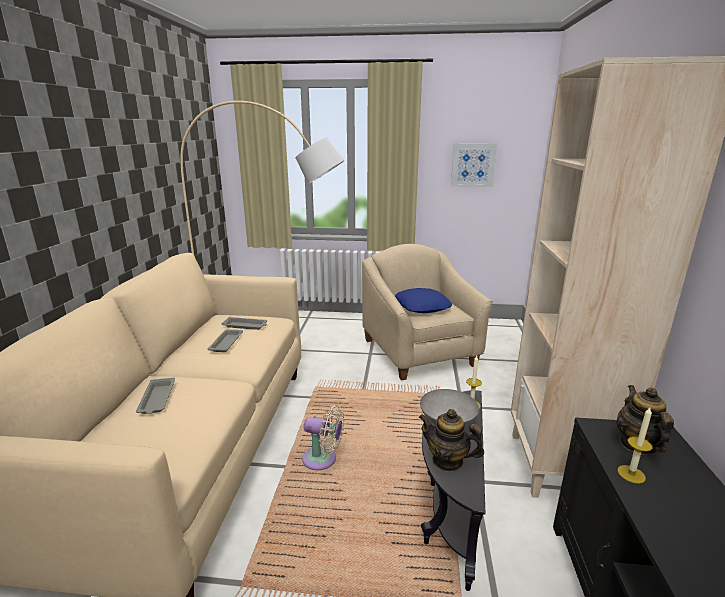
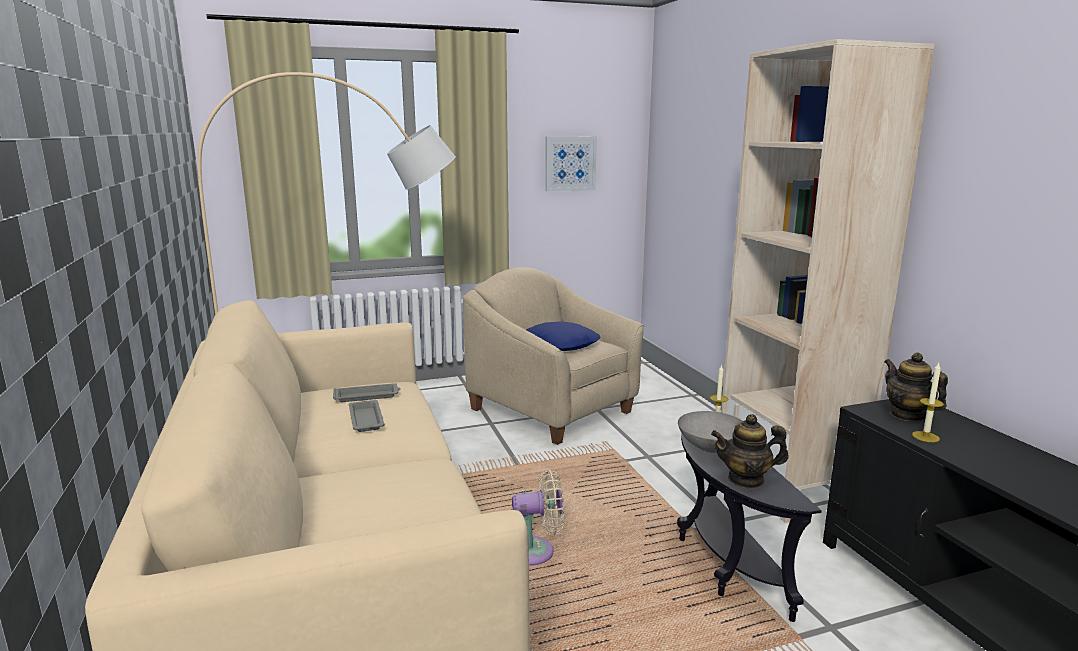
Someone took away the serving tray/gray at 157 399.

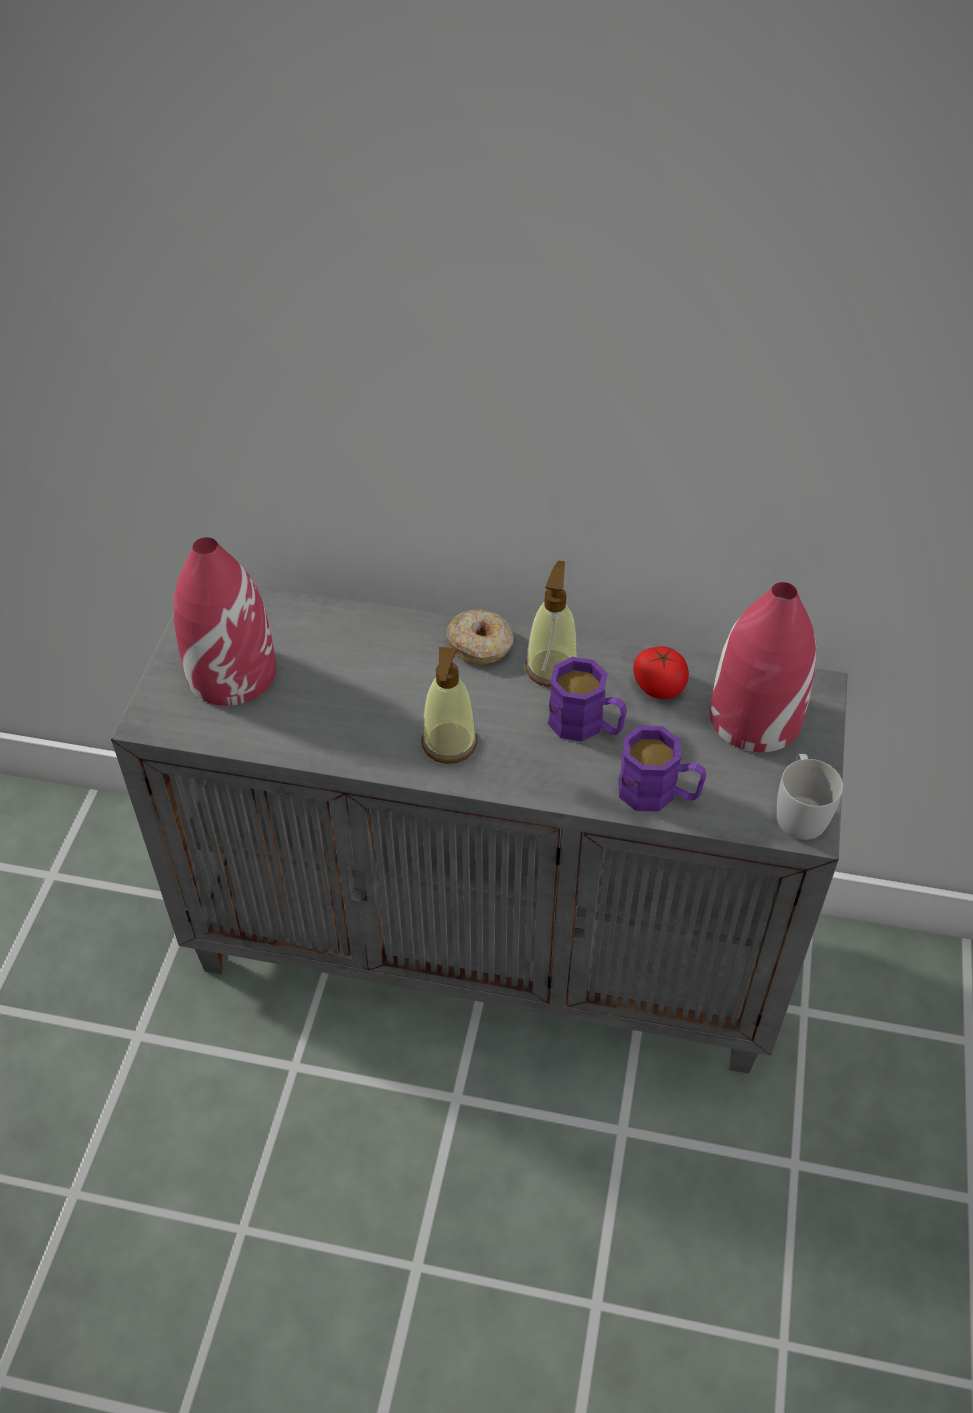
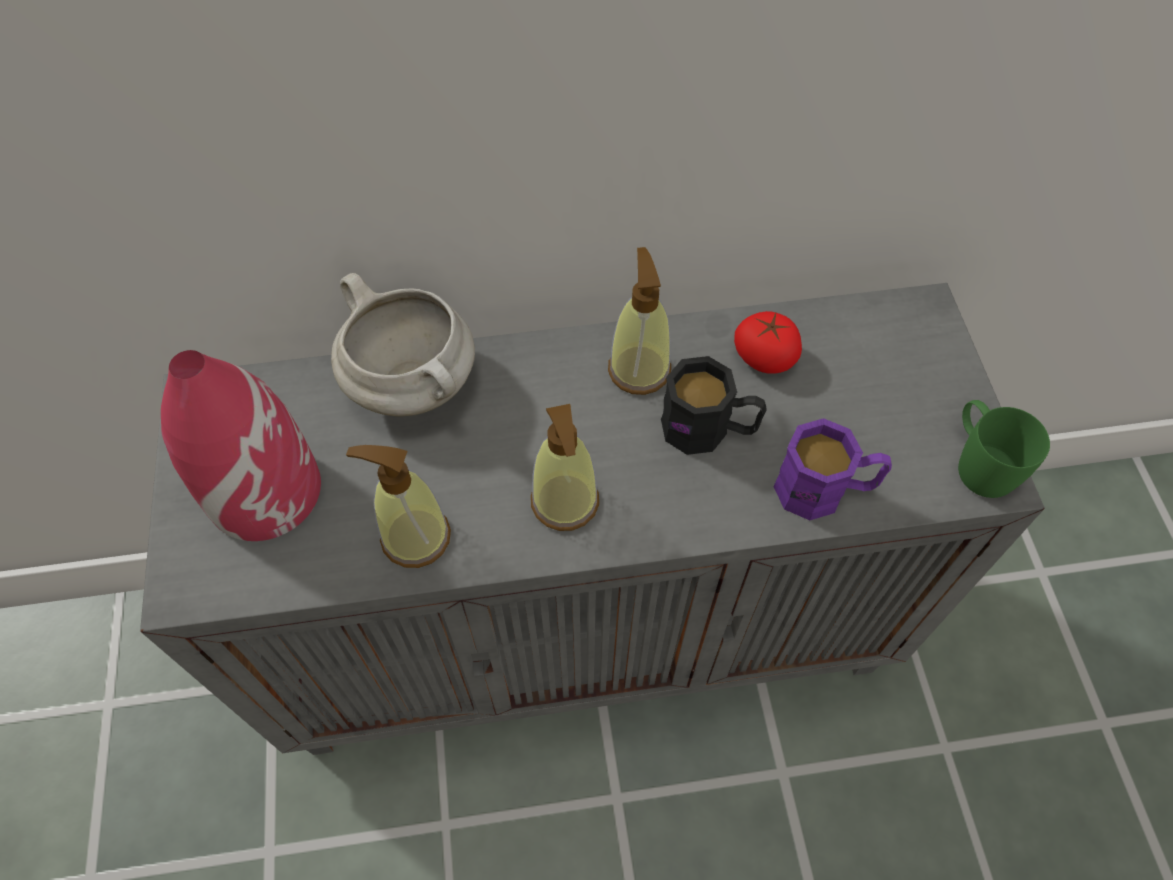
Someone took away the decorative vase/reddish at 754 718. Someone took away the donut at 481 645. Someone repainted the mug/purplish at 586 725, which became the mug/black at 708 429. Someone repainted the mug/white-coloured at 799 811, which became the mug/green-coloured at 979 462. Someone put down the cooking pot/white-coloured at 415 384. Someone put down the liquid soap bottle at 415 537.

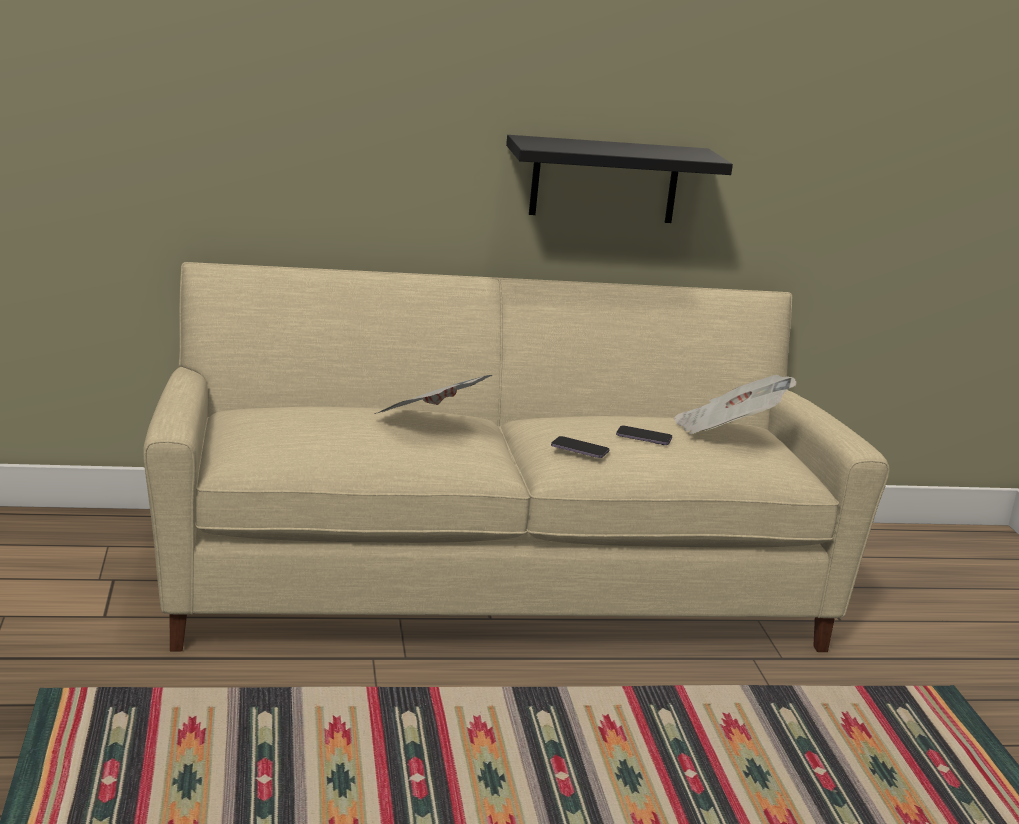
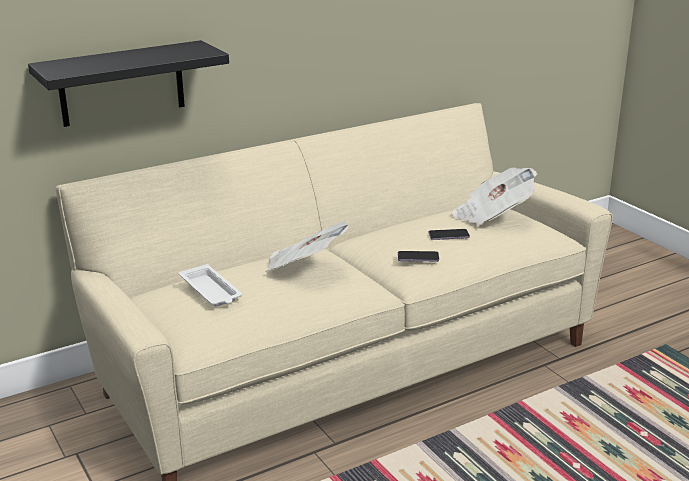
Someone carried the wall shelf/black from 604 180 to 122 84. Someone put down the serving tray/white-coloured at 211 291.

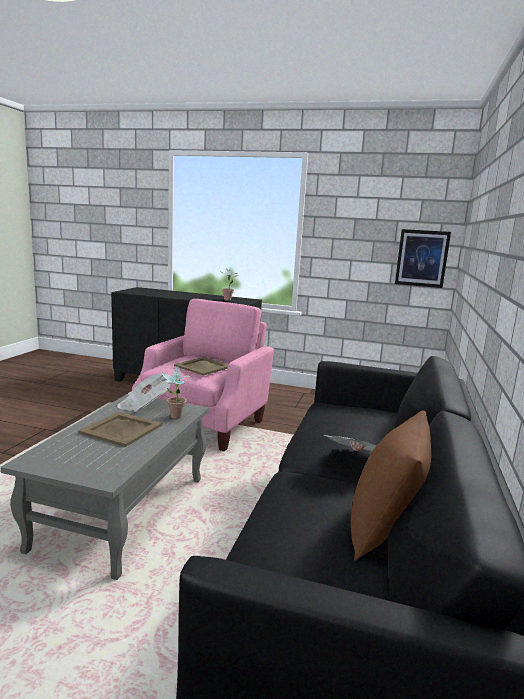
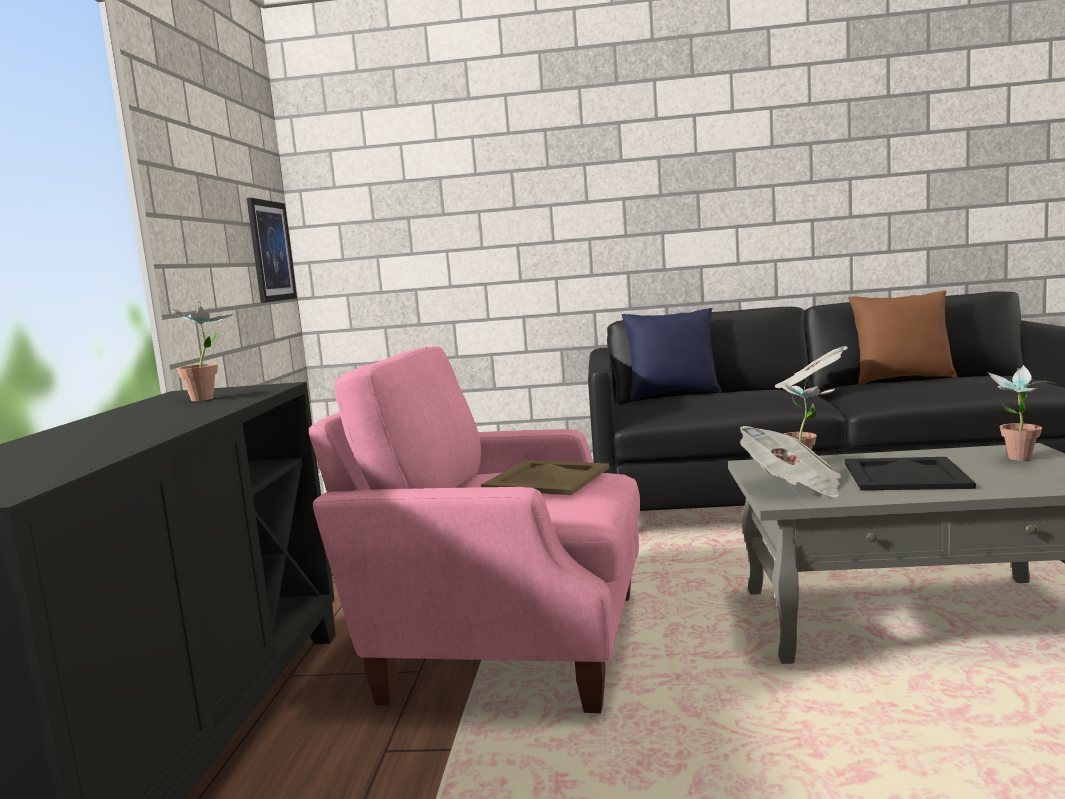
Someone repainted the serving tray/sand-coloured at 121 429, which became the serving tray/black at 906 475. Someone put down the cushion/blue at 673 395. Someone put down the plant in a pot at 1017 460.

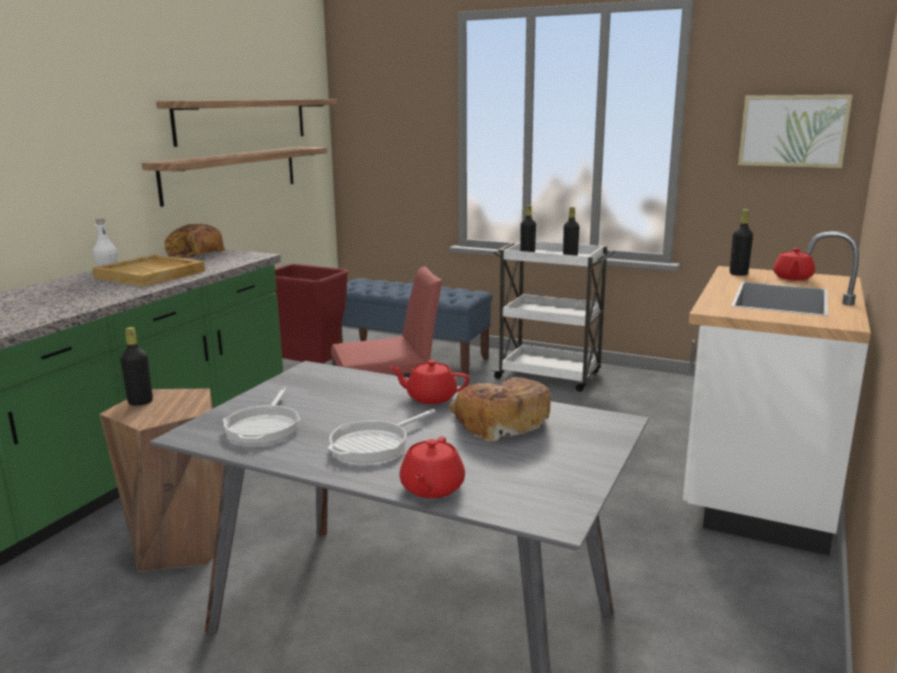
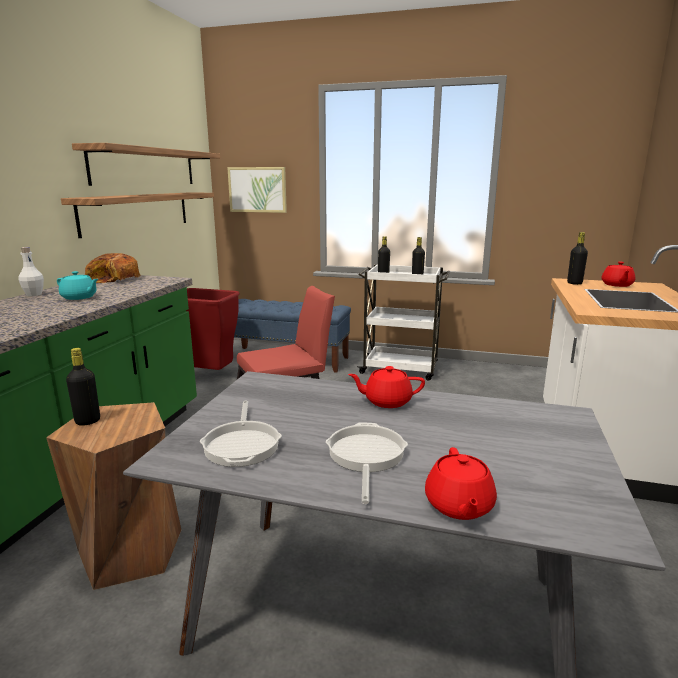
Someone carried the picture from 793 131 to 257 189. Someone swapped the serving tray/sand-coloured at 151 274 for the pot for tea/turquoise-coloured at 79 297. Someone took away the bread at 500 423. Someone rotated the pan at 374 444 by 150 degrees clockwise.

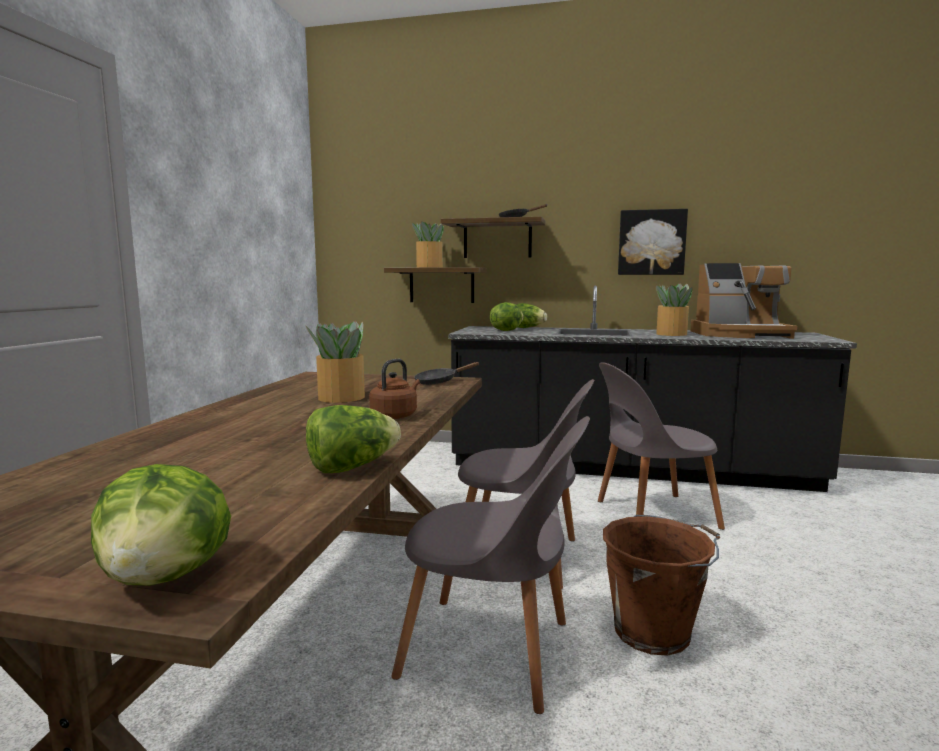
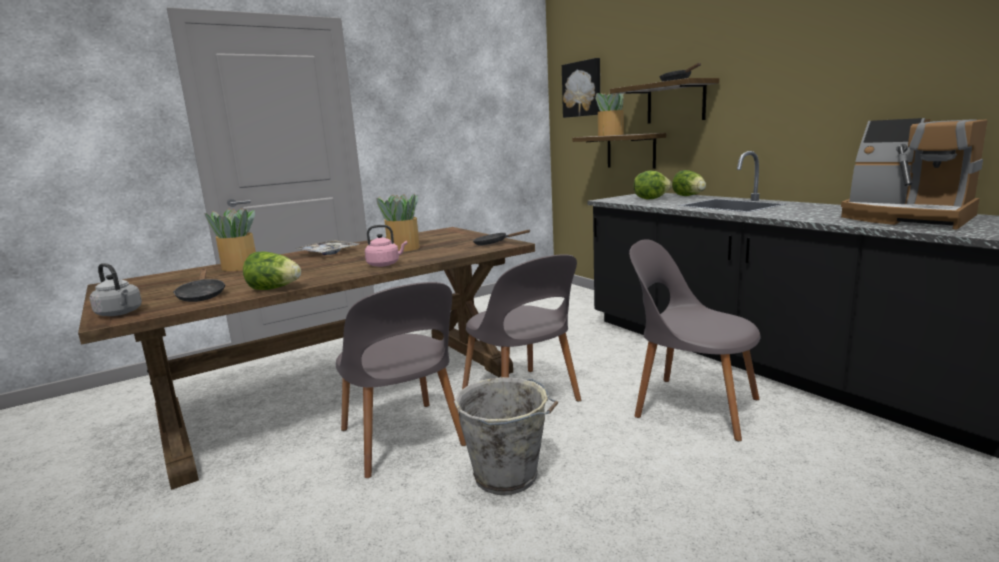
Someone carried the picture from 651 242 to 582 89. Someone carried the plant in a pot from 670 334 to 239 267. Someone repainted the kettle/brown-coloured at 395 415, which became the kettle/pink at 385 264. Someone swapped the head of lettuce at 167 576 for the kettle/gray at 120 313. Someone repainted the water bucket/brown-coloured at 655 631, which became the water bucket/gray at 508 476. Someone put down the serving tray at 328 253. Someone put down the pan/black at 201 295.

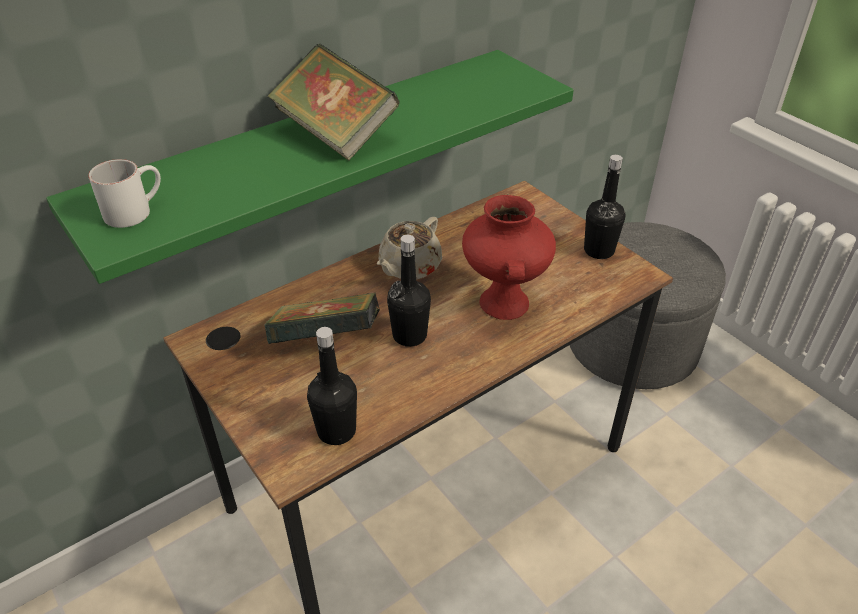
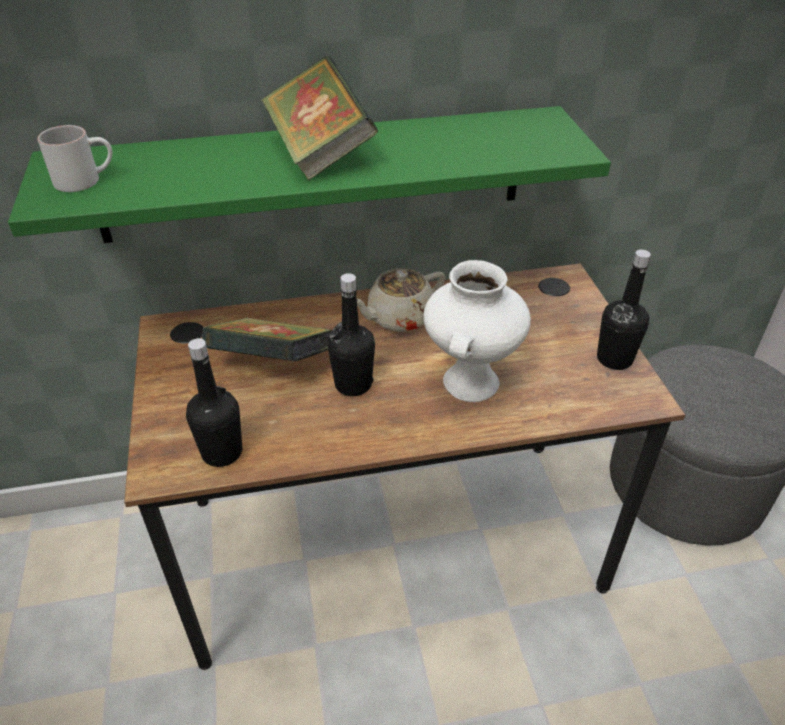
Someone repainted the decorative vase/reddish at 502 302, which became the decorative vase/white-coloured at 470 381.

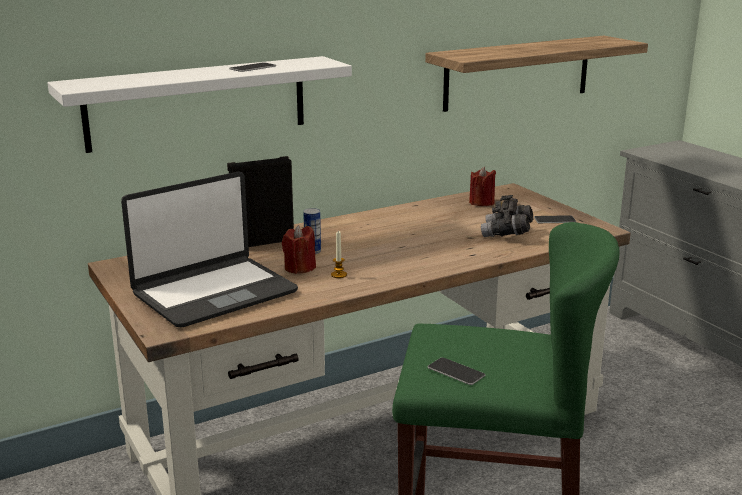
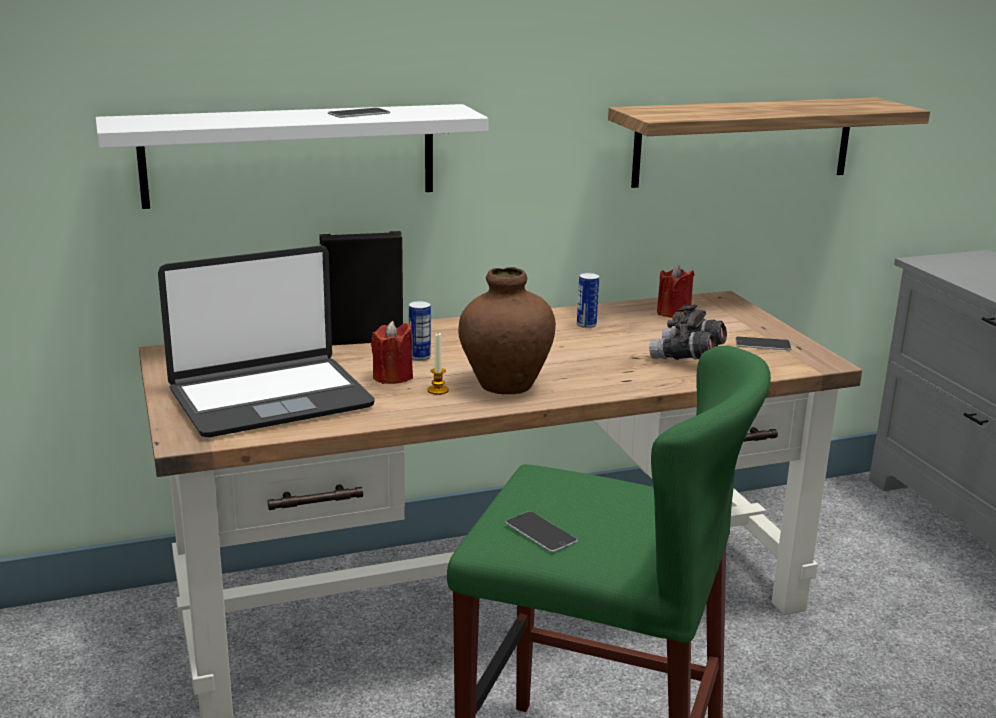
Someone put down the decorative vase/brown-coloured at 505 385. Someone put down the metal can at 586 325.

